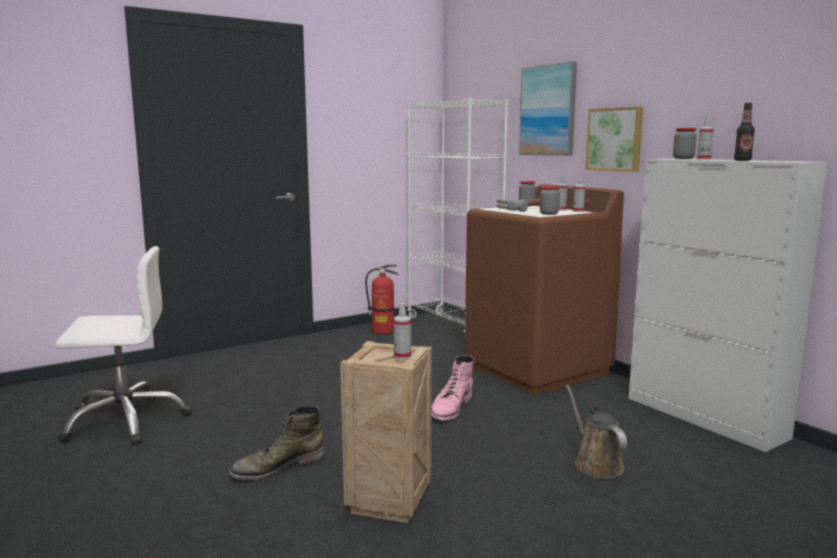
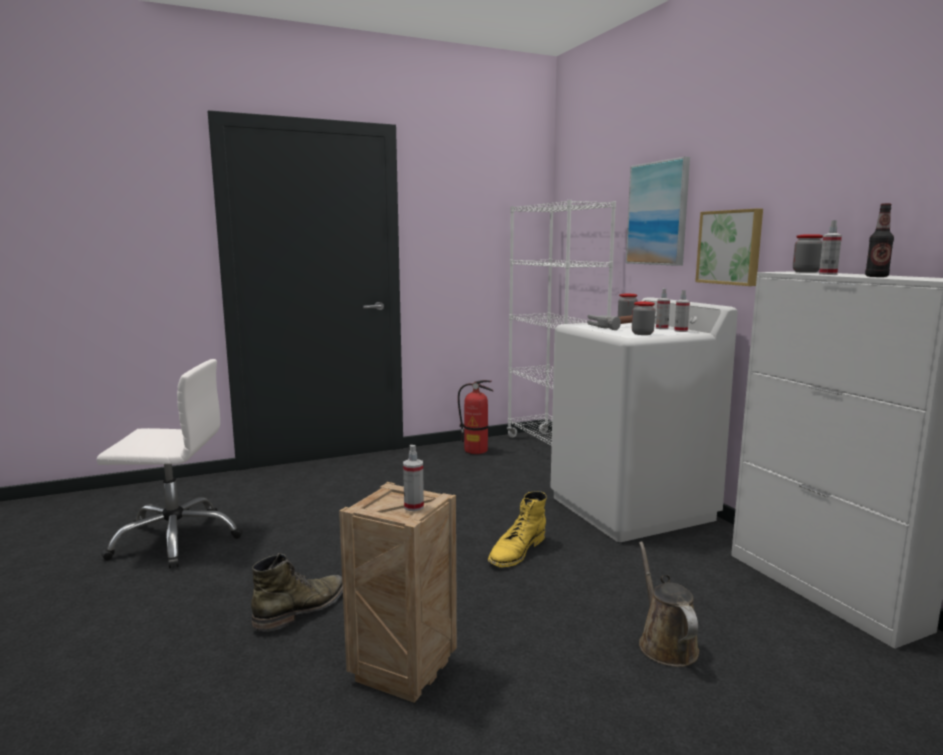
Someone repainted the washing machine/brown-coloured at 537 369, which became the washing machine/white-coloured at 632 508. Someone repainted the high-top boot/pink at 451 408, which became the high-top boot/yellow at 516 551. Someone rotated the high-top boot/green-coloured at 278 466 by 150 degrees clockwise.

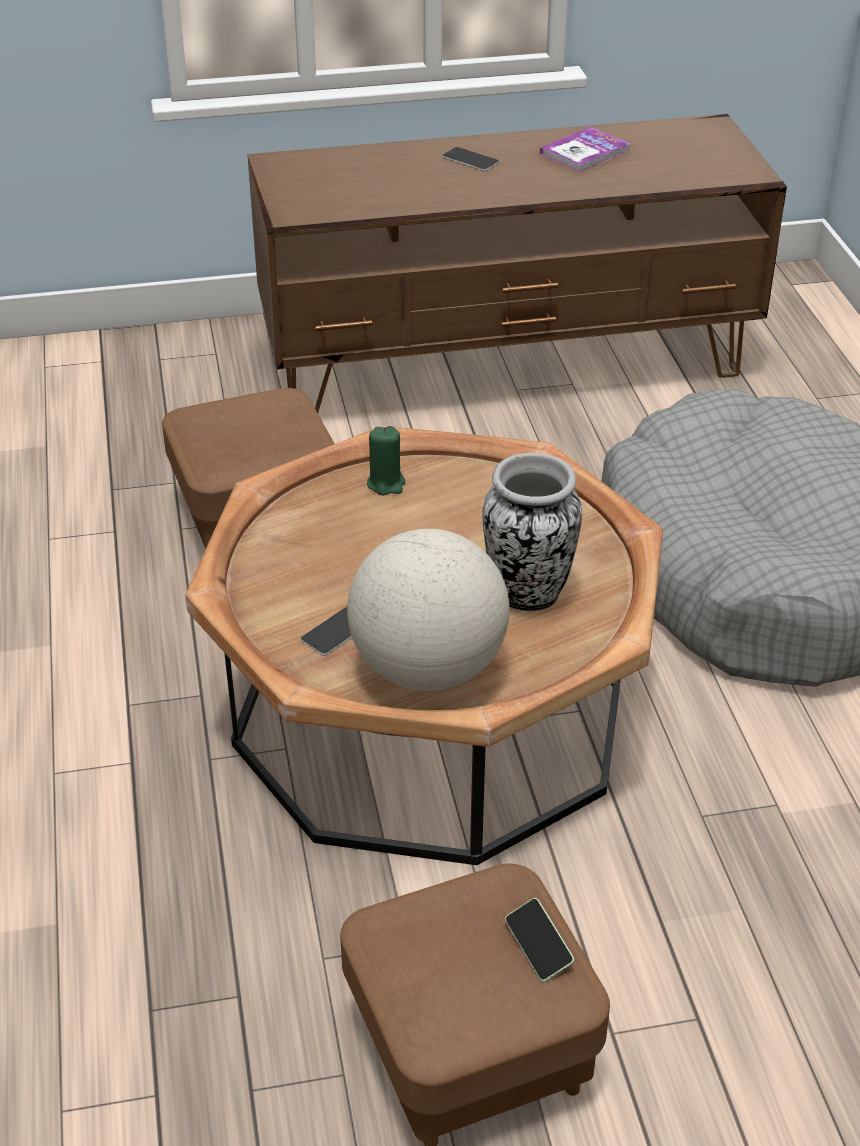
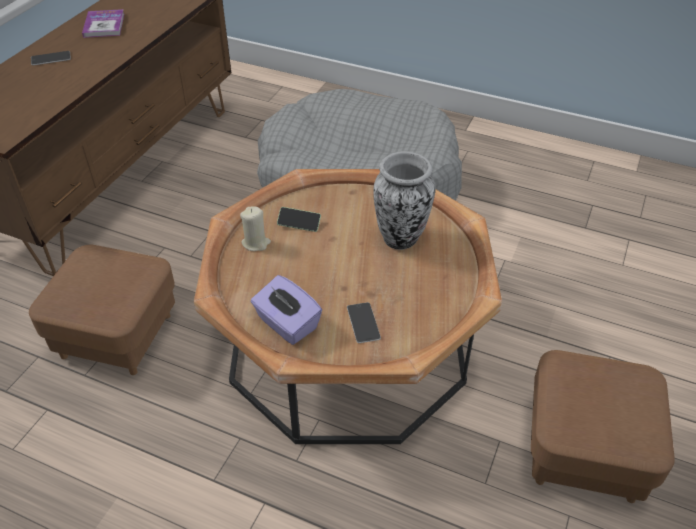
Someone repainted the wax light/green-coloured at 386 484, which became the wax light/sand-coloured at 256 243. Someone took away the globe at 428 669. Someone carried the telephone from 538 947 to 299 224. Someone put down the tissue box/purplish at 287 324.

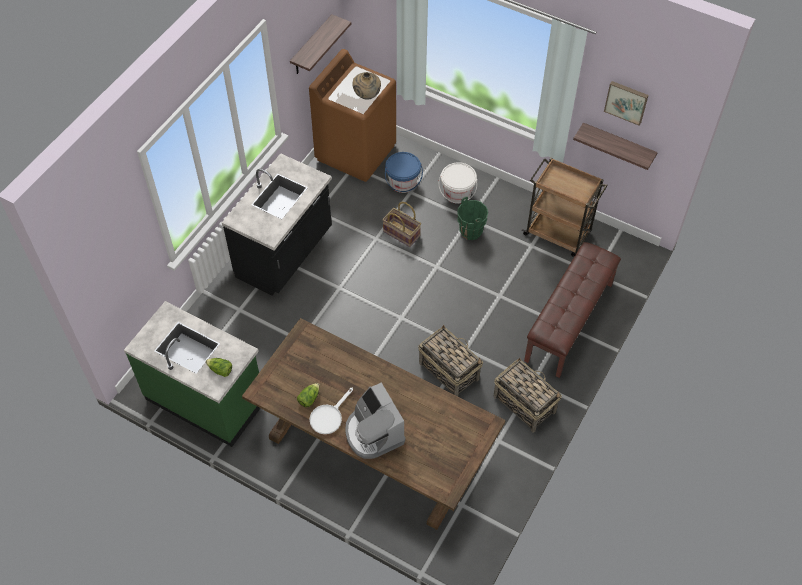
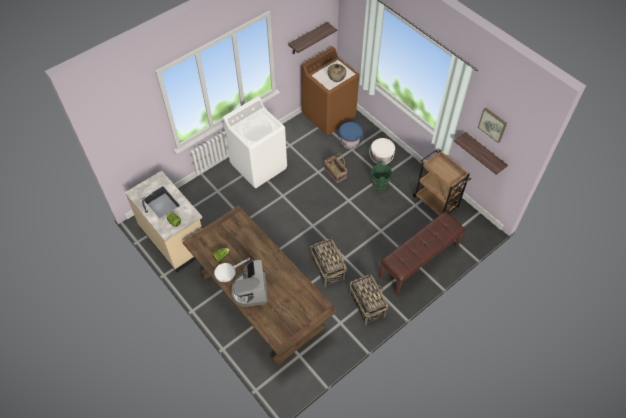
Someone swapped the kitchen counter/black at 285 254 for the washing machine/white-coloured at 259 166. Someone repainted the kitchen counter/green-coloured at 206 399, which became the kitchen counter/sand-coloured at 174 238.

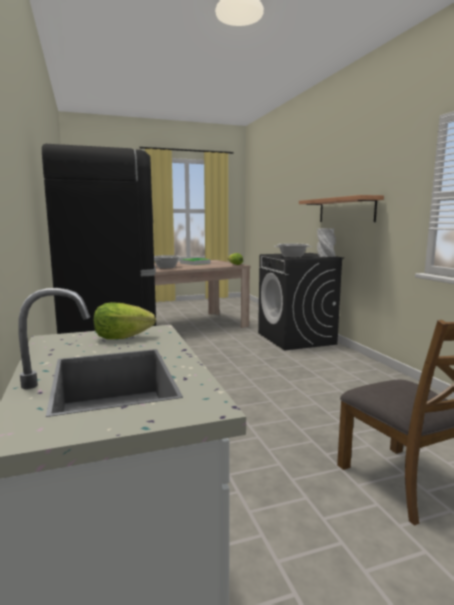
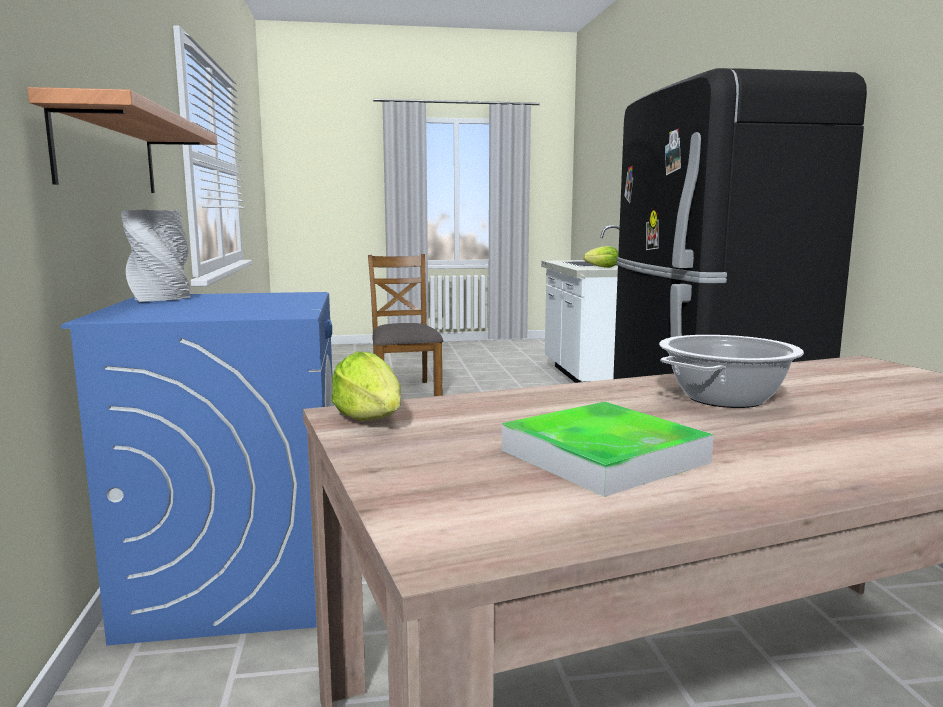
Someone took away the cooking pot at 292 257. Someone repainted the washing machine/black at 296 339, which became the washing machine/blue at 239 577.

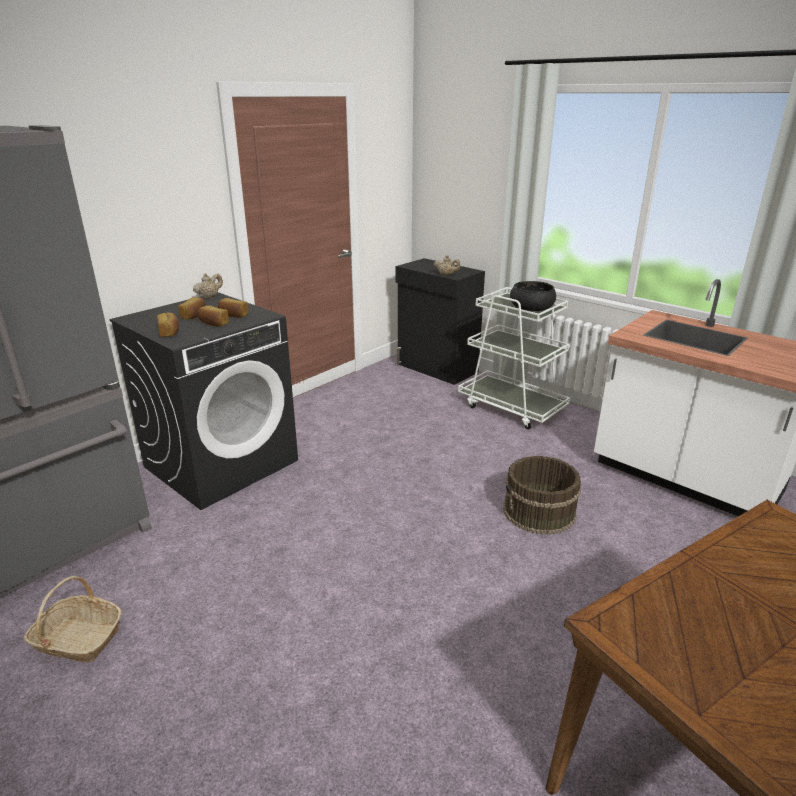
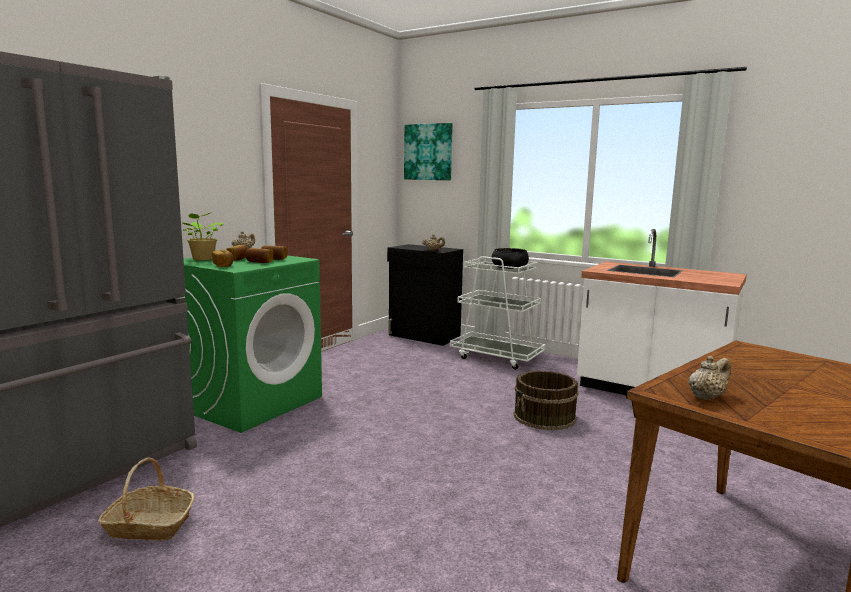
Someone repainted the washing machine/black at 222 463, which became the washing machine/green-coloured at 250 402. Someone put up the picture at 428 152. Someone put down the plant in a pot at 203 259. Someone put down the pot for tea/sand-coloured at 706 397.

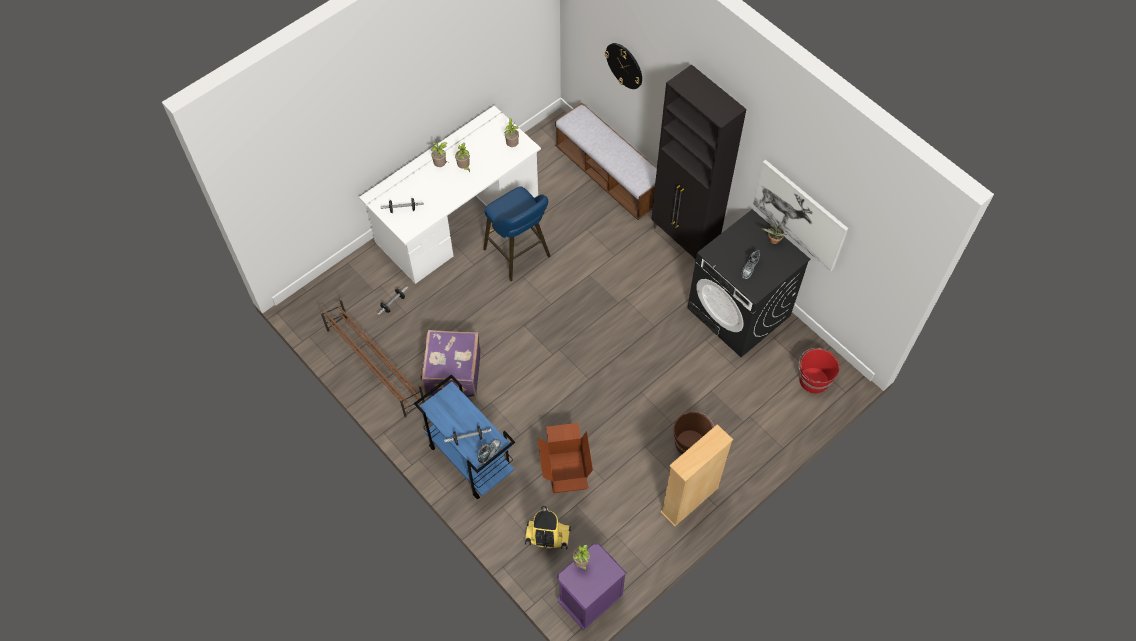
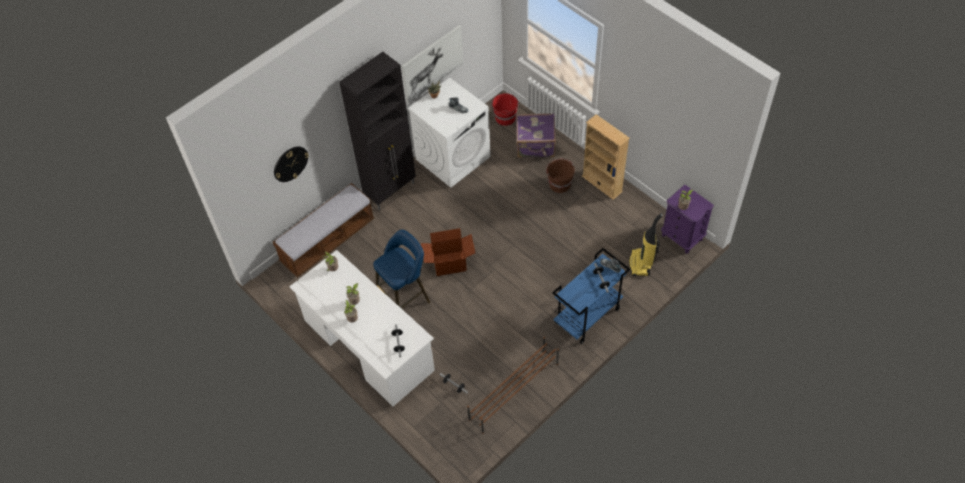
Someone repainted the washing machine/black at 739 312, which became the washing machine/white-coloured at 453 157. Someone carried the travel case/purplish from 452 373 to 535 145. Someone carried the packing box from 566 472 to 449 264.

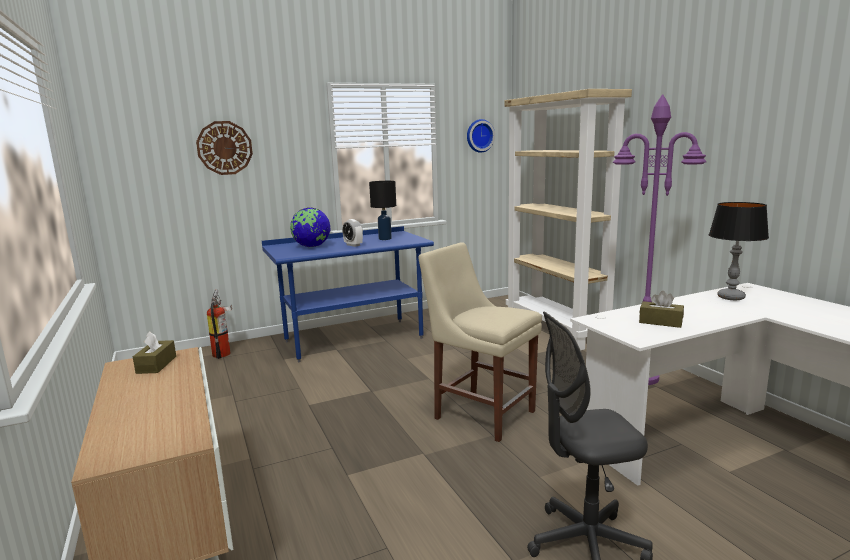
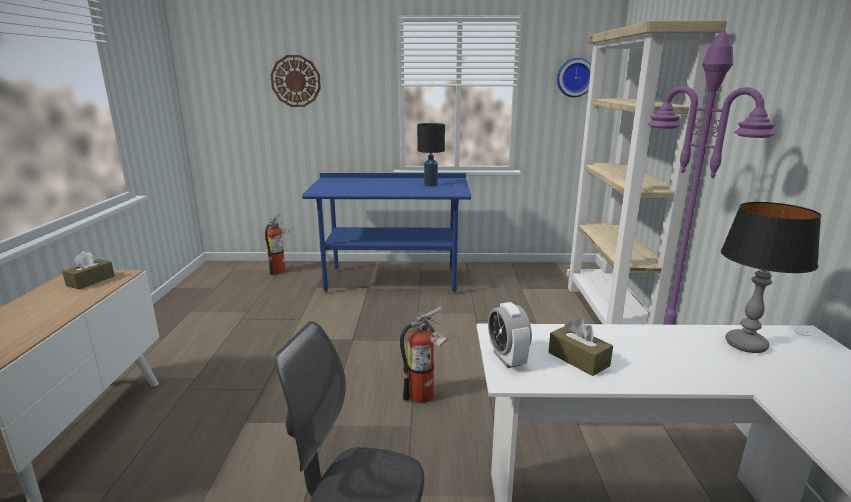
Someone took away the globe at 312 247. Someone carried the alarm clock from 353 245 to 507 358. Someone swapped the chair/sand-coloured at 480 413 for the extinguisher at 425 395.

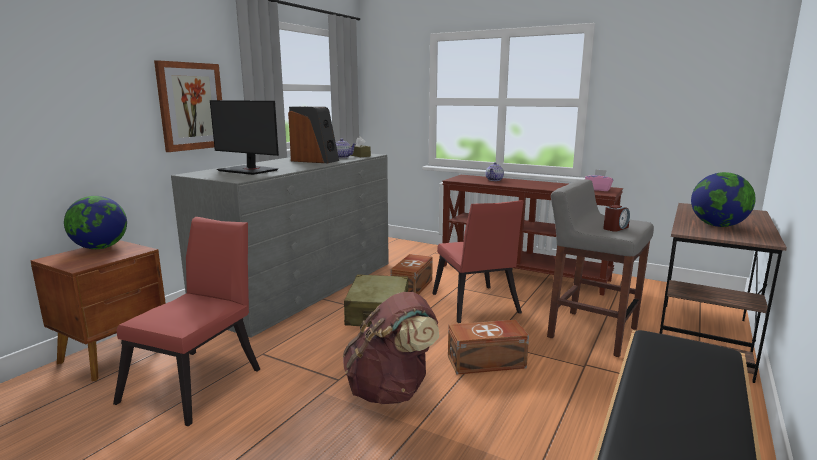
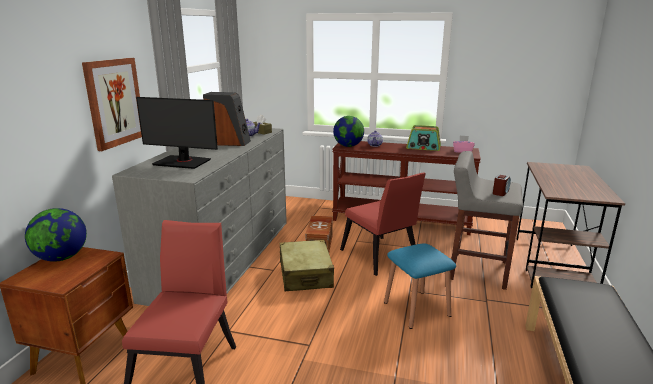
Someone carried the globe from 717 226 to 348 146. Someone took away the rucksack/brown-coloured at 391 391. Someone swapped the storage box/brown-coloured at 487 362 for the sitting stool/blue at 416 309. Someone put down the radio at 423 147.

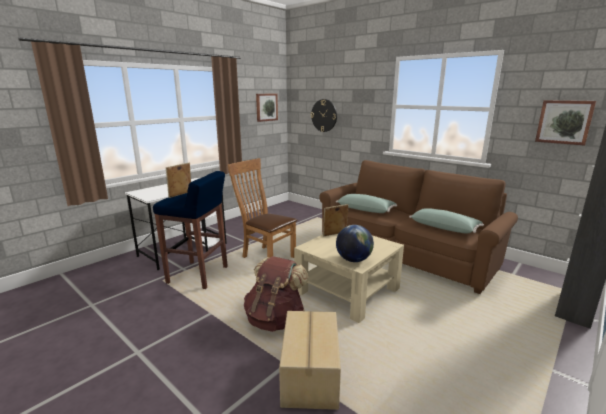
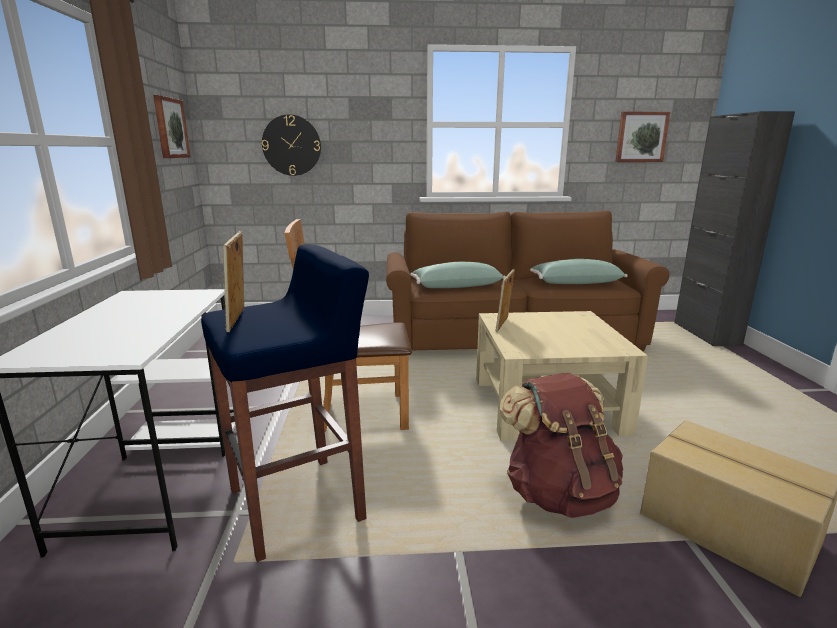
Someone took away the globe at 353 260.

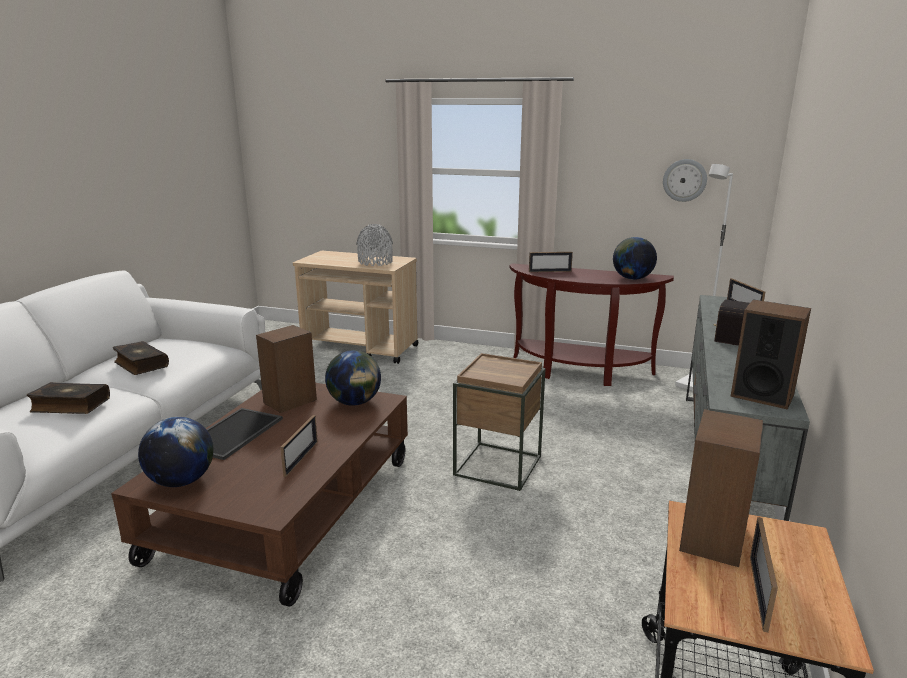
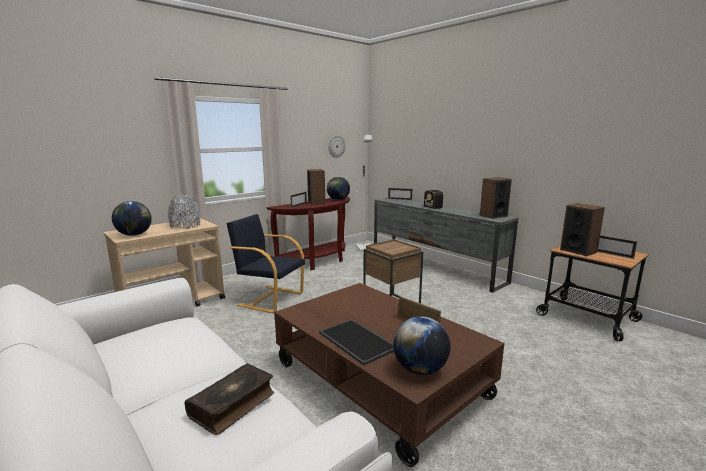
Someone carried the audio speaker from 290 401 to 316 202. Someone took away the bound book at 140 364. Someone carried the globe from 355 402 to 134 235. Someone put down the easy chair/black at 270 298.

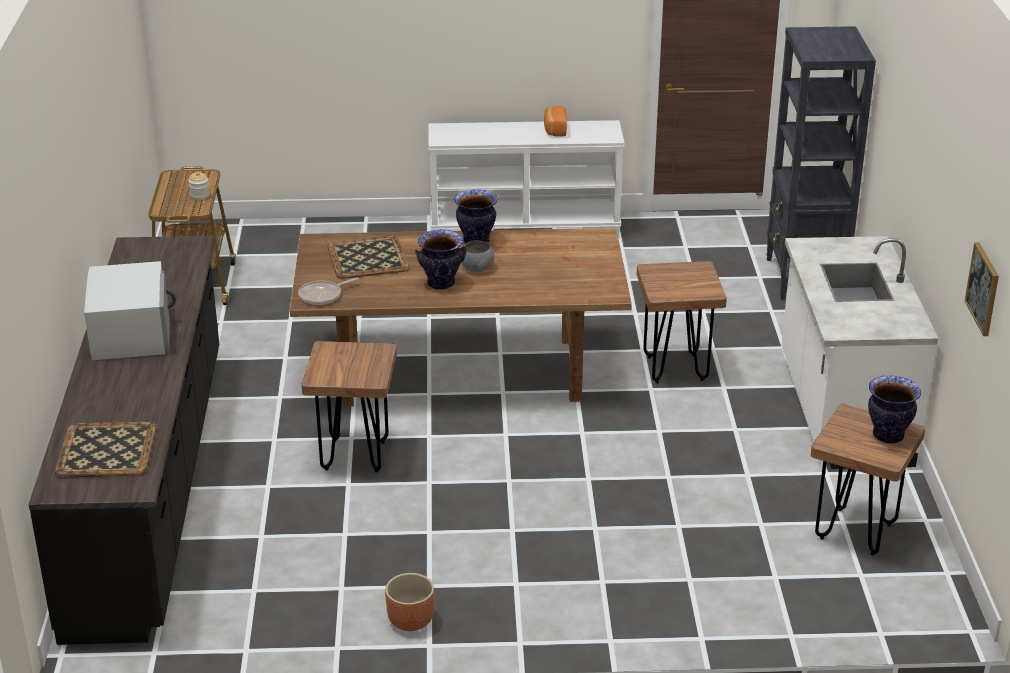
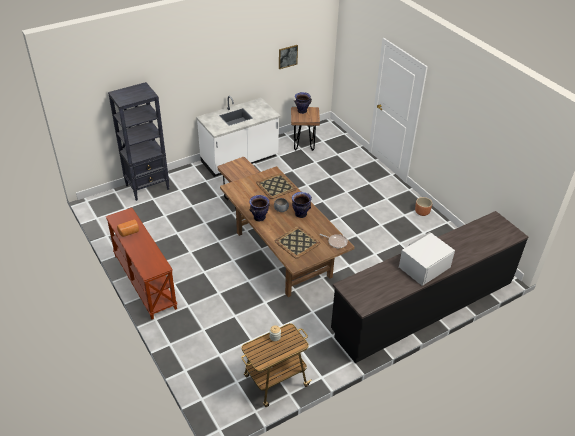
Someone repainted the hall table/white-coloured at 525 227, which became the hall table/brown-coloured at 144 281. Someone took away the sitting stool/brown-coloured at 354 456. Someone carried the serving tray from 106 450 to 276 186.

